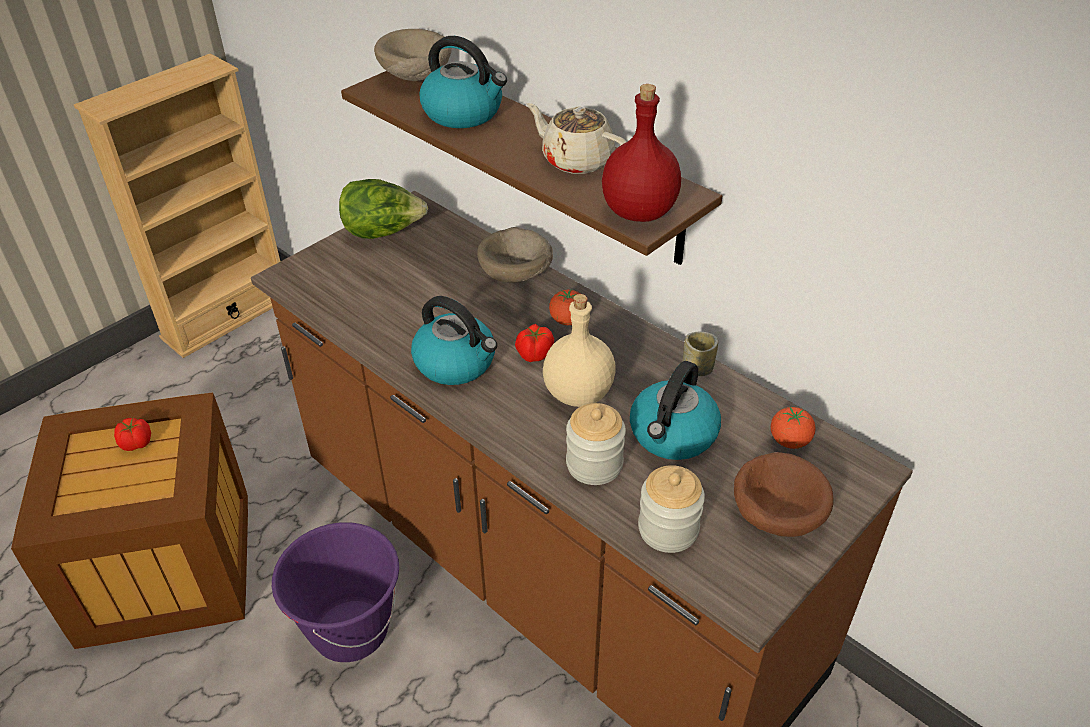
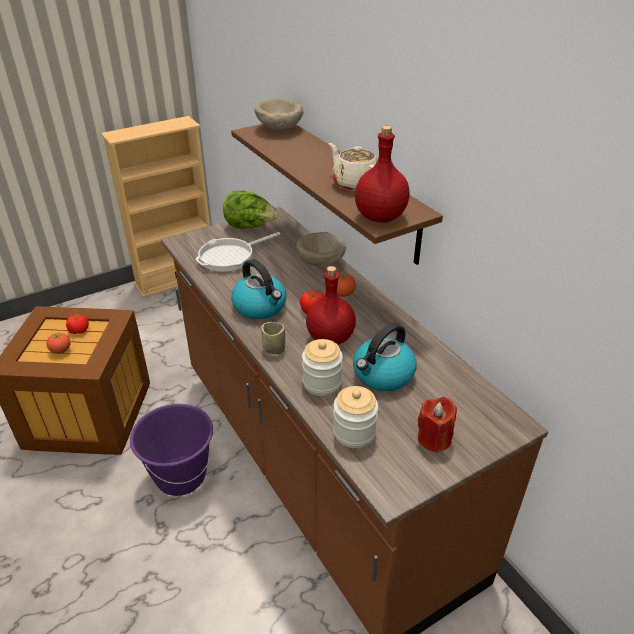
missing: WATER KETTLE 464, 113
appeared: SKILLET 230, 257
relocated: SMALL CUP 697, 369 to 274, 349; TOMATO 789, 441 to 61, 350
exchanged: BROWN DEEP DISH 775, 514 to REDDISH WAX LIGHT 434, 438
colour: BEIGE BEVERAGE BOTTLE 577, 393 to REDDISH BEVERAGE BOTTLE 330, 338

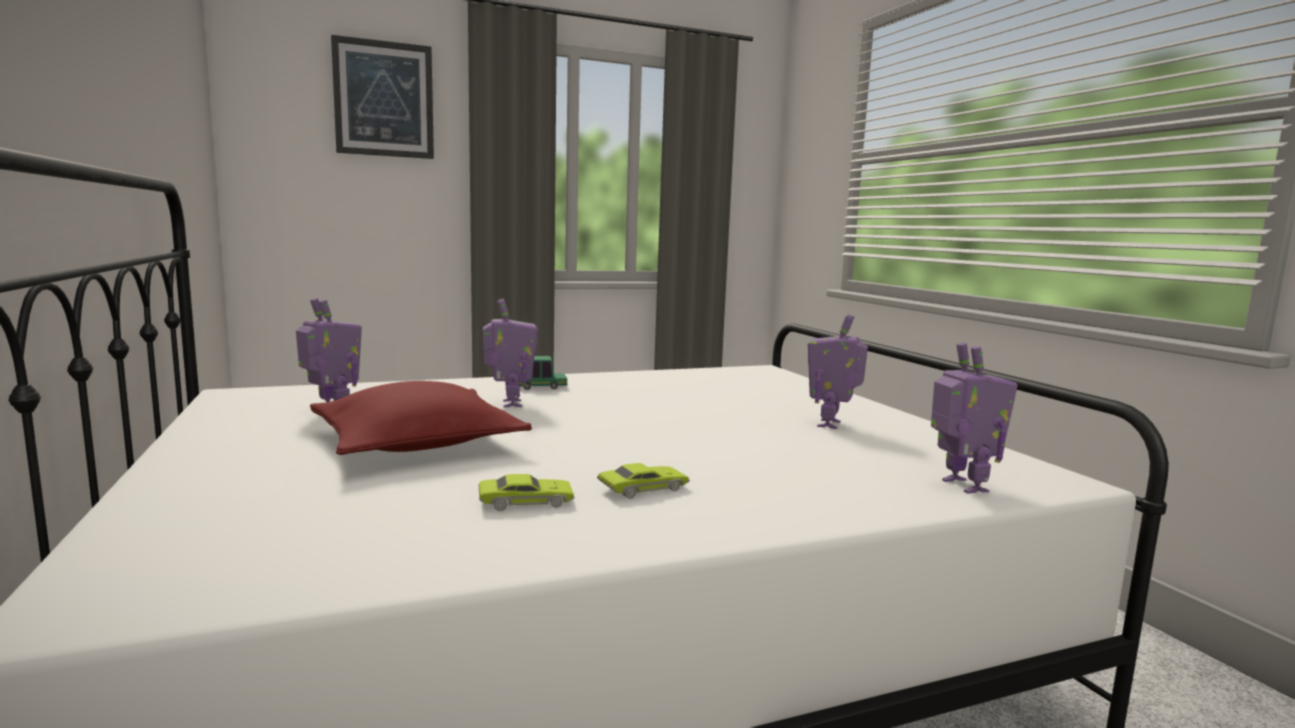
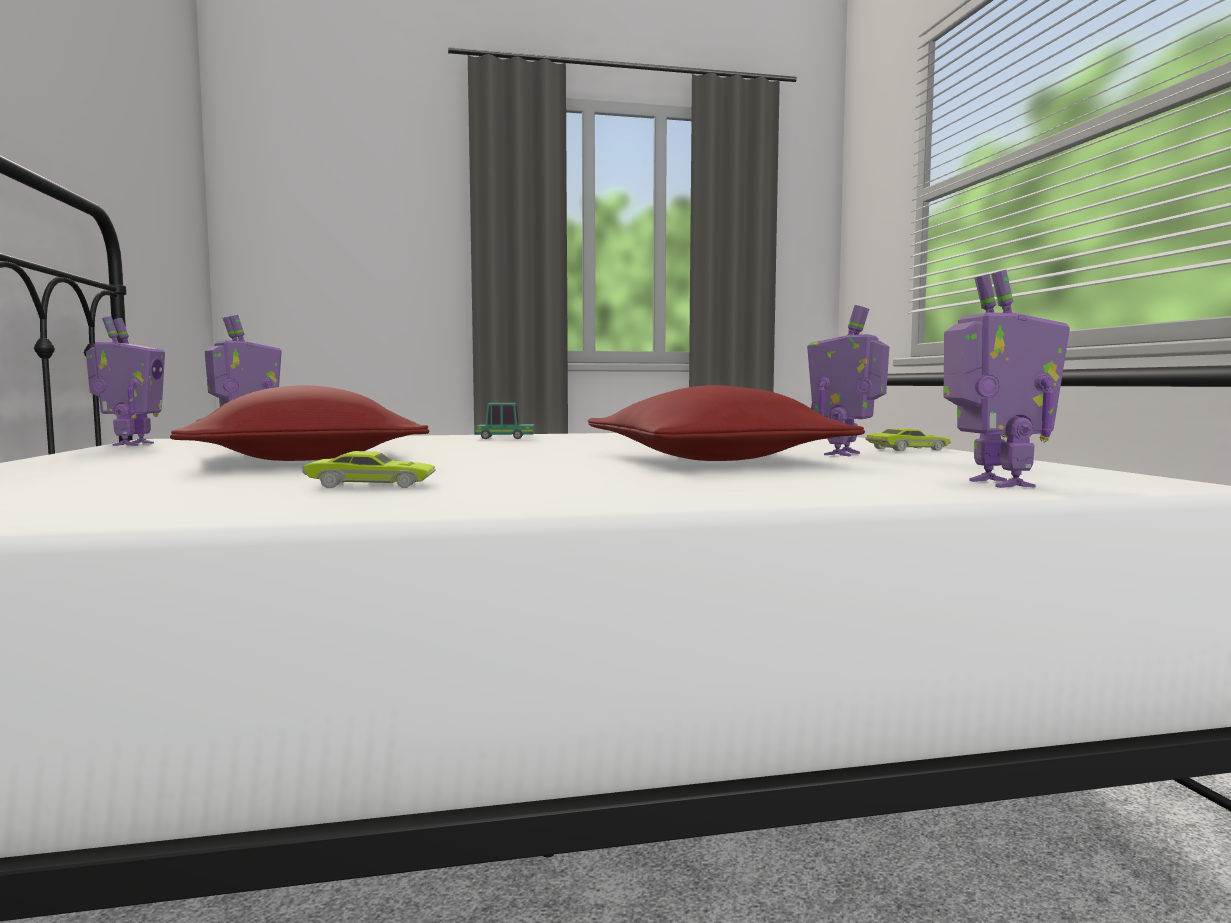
missing: WALL ART 384, 99
appeared: REDDISH THROW PILLOW 713, 459
relocated: ROBOT FIGURE 510, 404 to 131, 444; GREEN-COLOURED TOY CAR 643, 489 to 907, 449

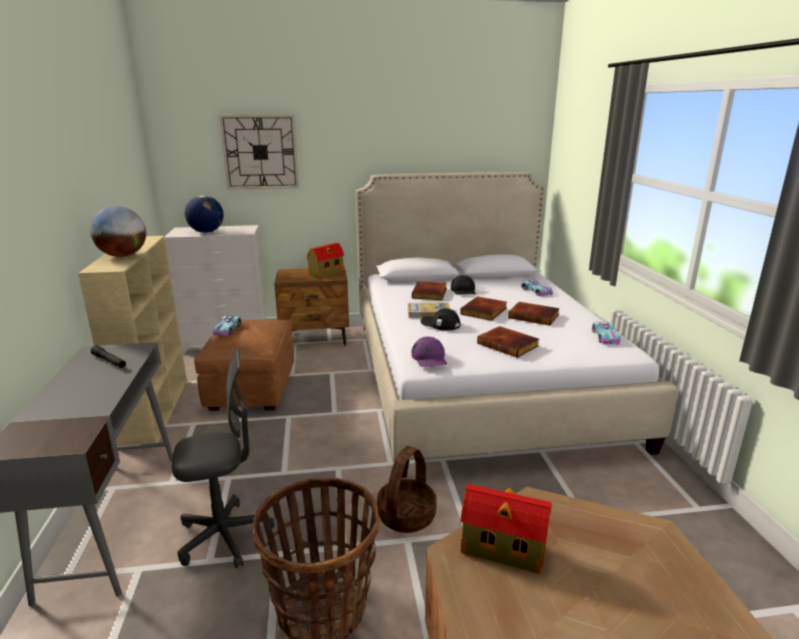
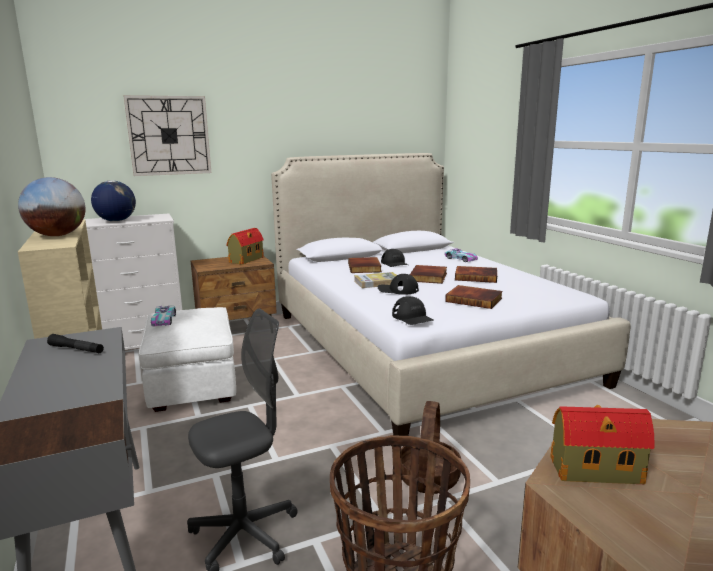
missing: TOY CAR 605, 337
colour: BROWN FOOTREST 251, 388 to WHITE-COLOURED FOOTREST 192, 384; PURPLISH CAP 429, 358 to BLACK-COLOURED CAP 412, 317

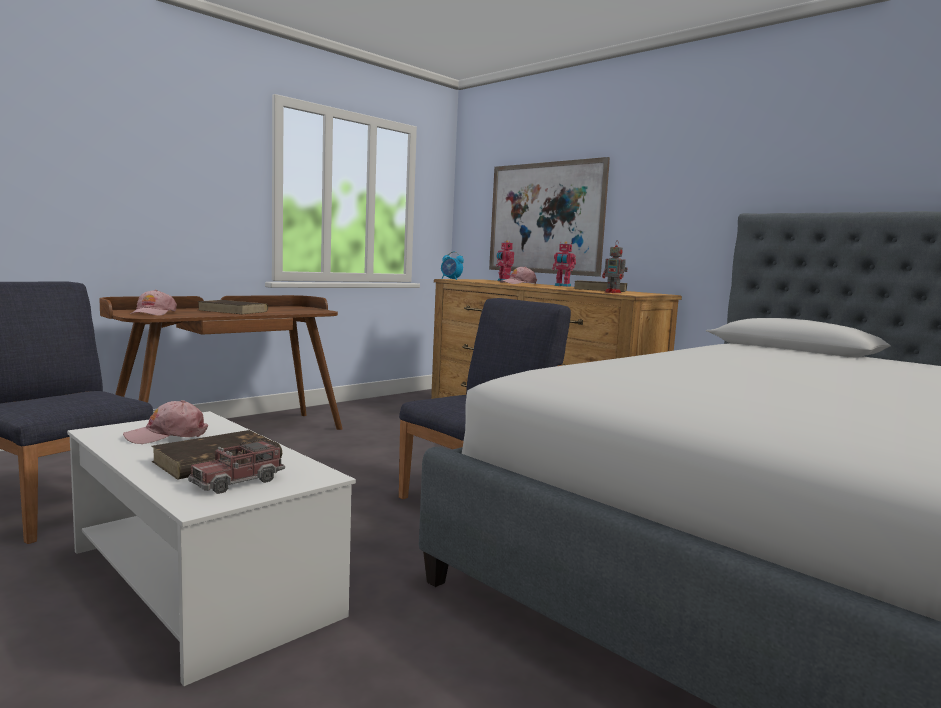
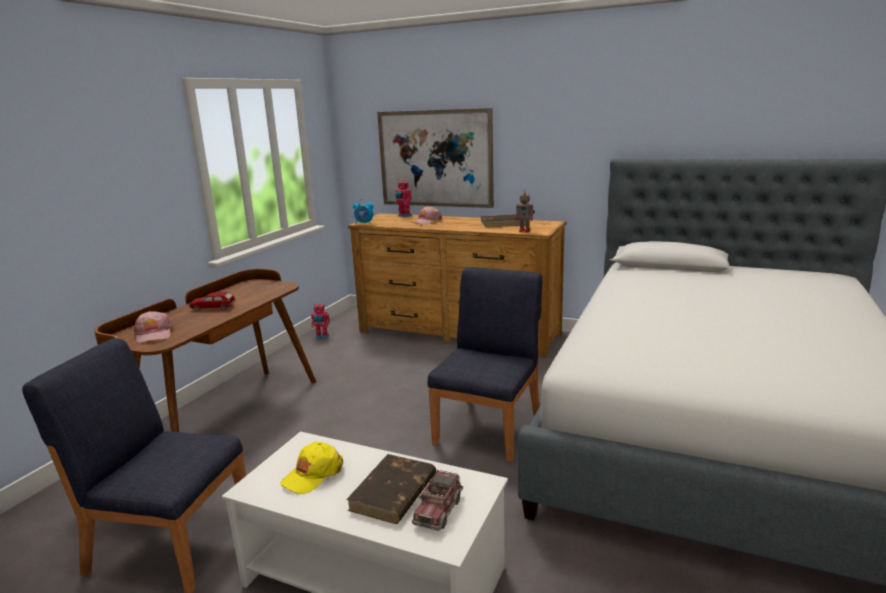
relocated: ROBOT FIGURE 562, 286 to 322, 337
exchanged: BROWN BOUND BOOK 233, 311 to TOY CAR 213, 307
colour: PINK-COLOURED CAP 167, 435 to YELLOW CAP 313, 474

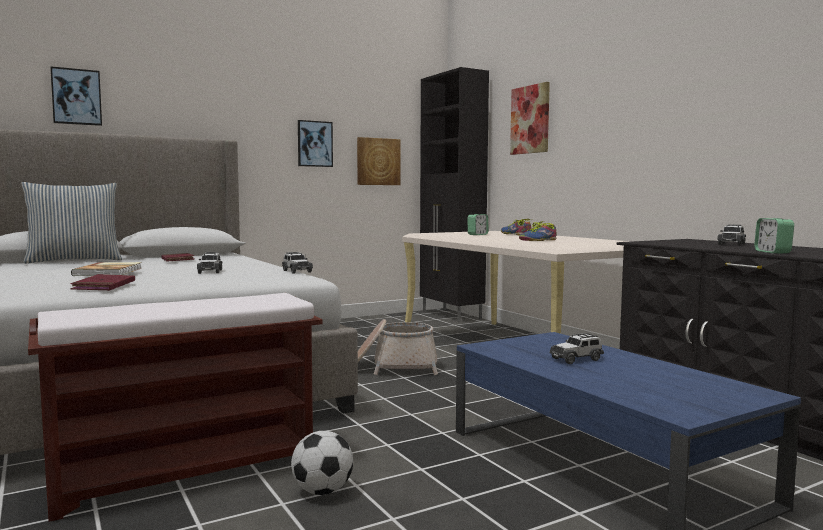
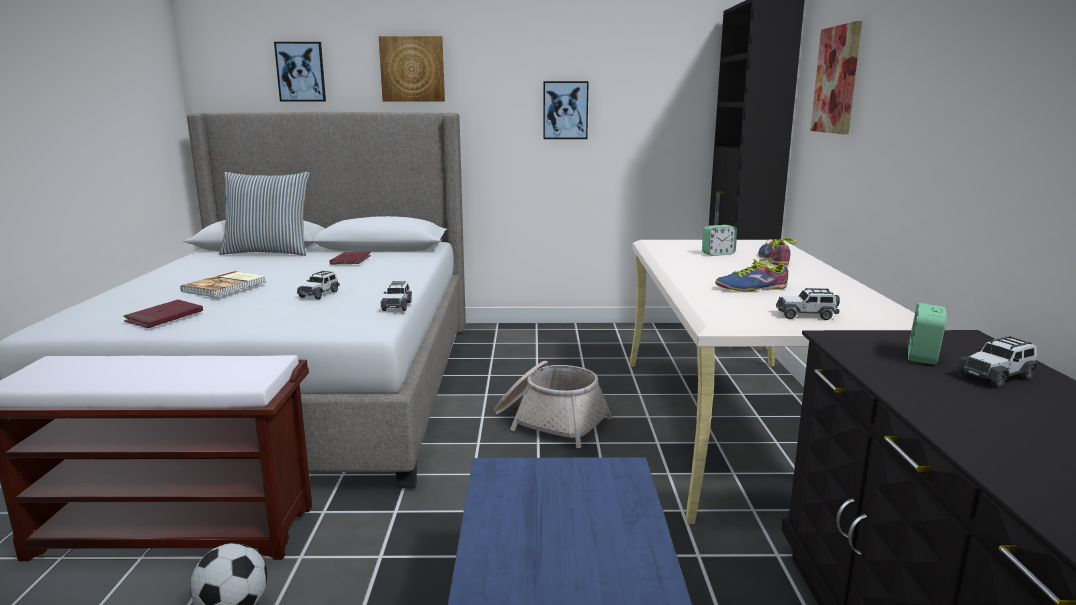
relocated: WALL ART 378, 161 to 412, 69; TOY CAR 576, 359 to 806, 315; BEDSIDE CLOCK 772, 252 to 922, 356

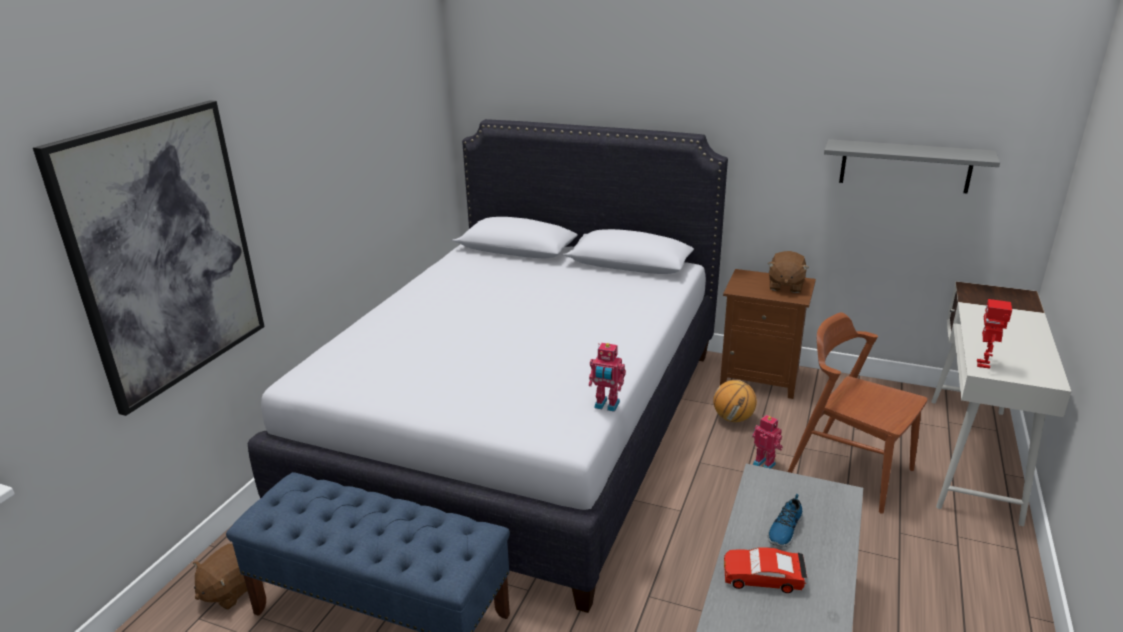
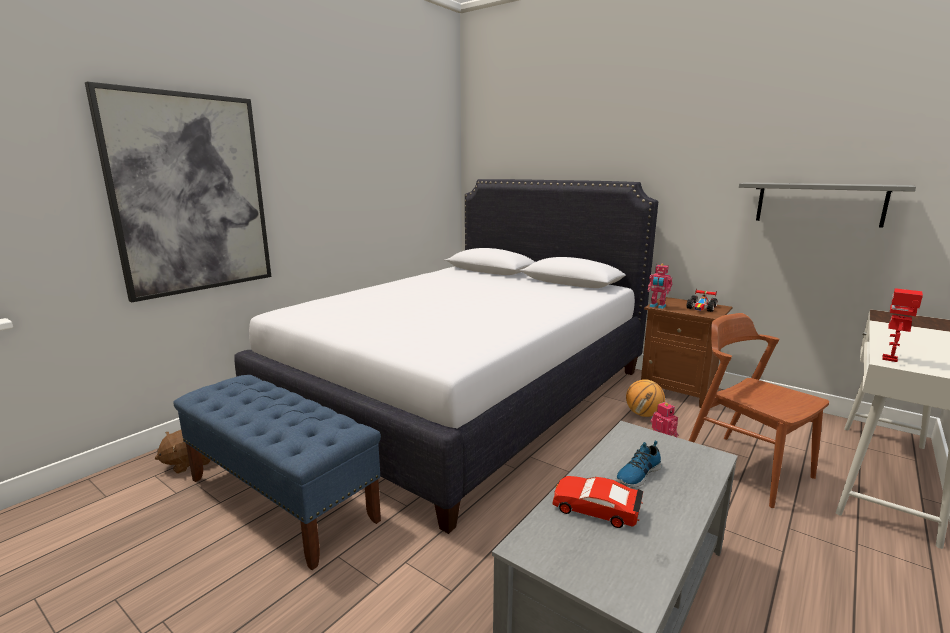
relocated: ROBOT FIGURE 606, 406 to 657, 306
exchanged: BROWN CUDDLY TOY 785, 286 to TOY CAR 702, 308

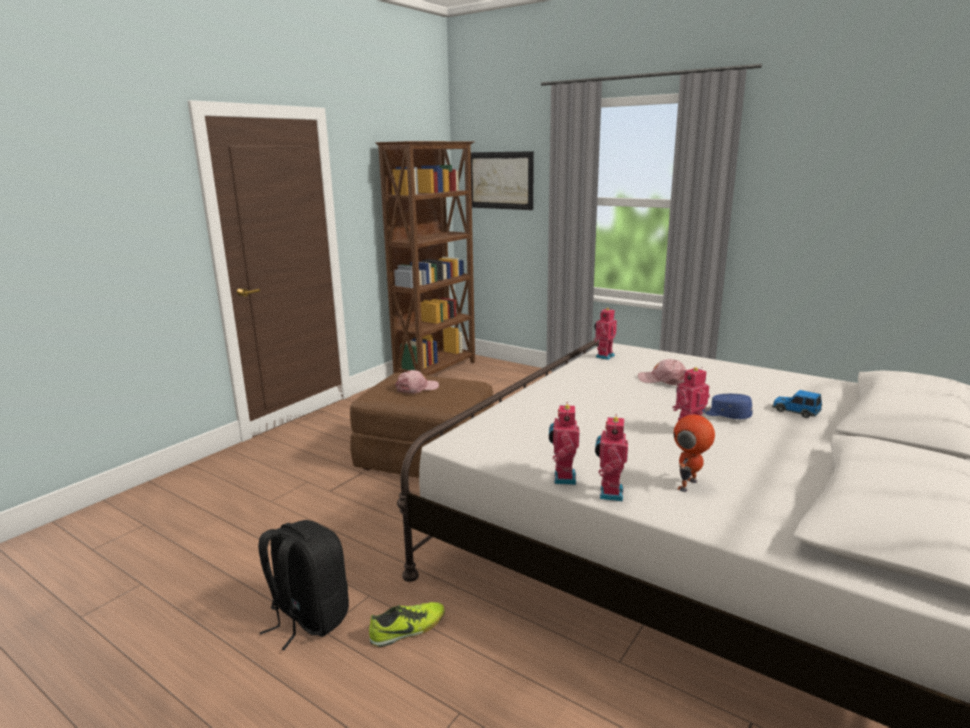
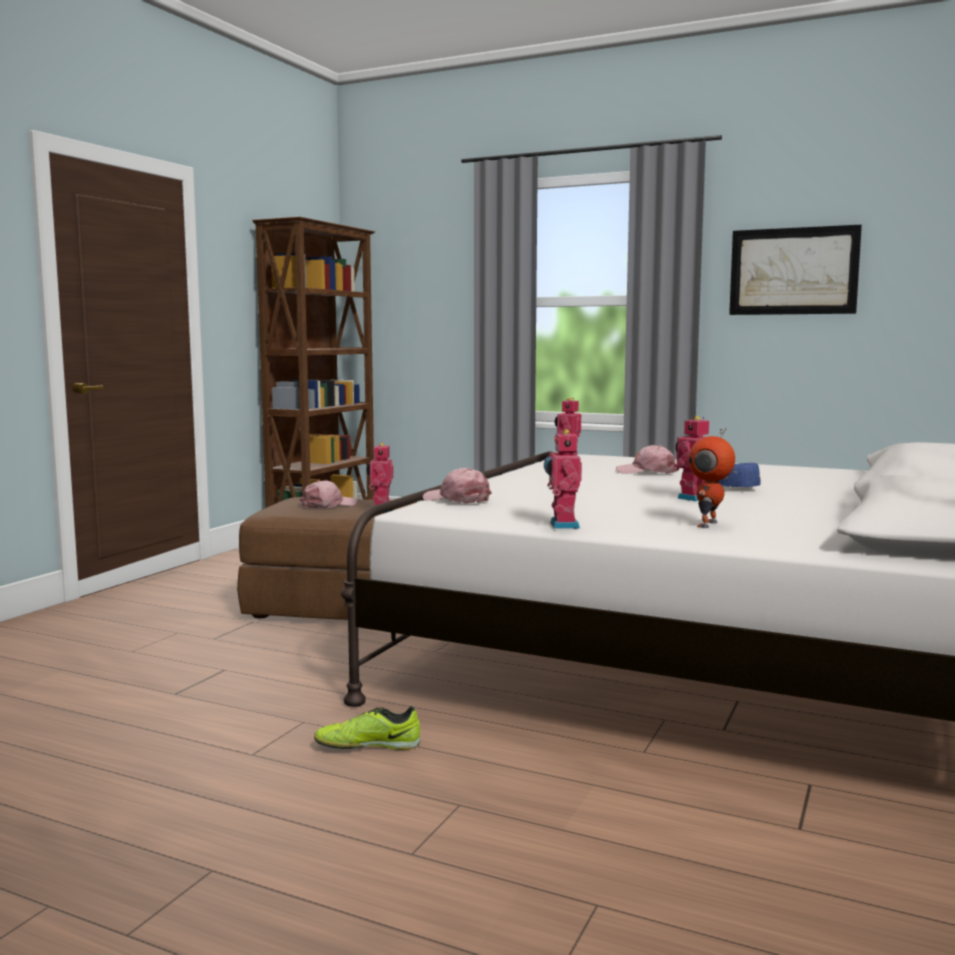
missing: BLACK-COLOURED KNAPSACK 308, 618; TOY CAR 795, 412
appeared: PINK-COLOURED CAP 457, 499
relocated: WALL ART 499, 180 to 793, 271; ROBOT FIGURE 609, 493 to 380, 510
spun: ITEM OF FOOTWEAR 408, 630 = 368, 745 150 degrees counterclockwise

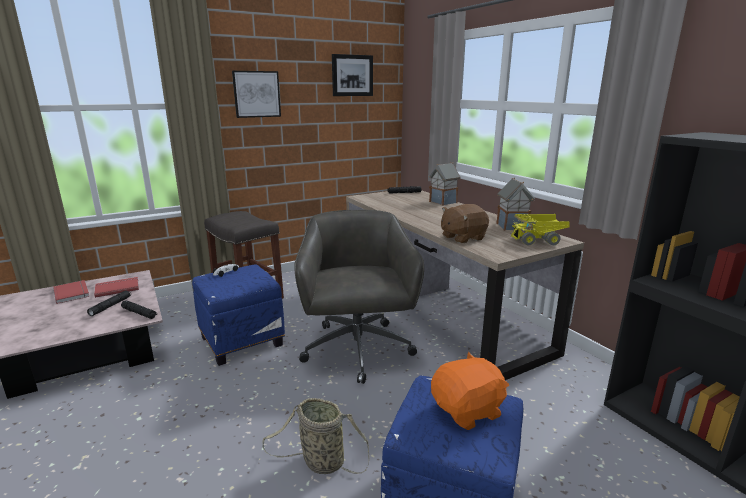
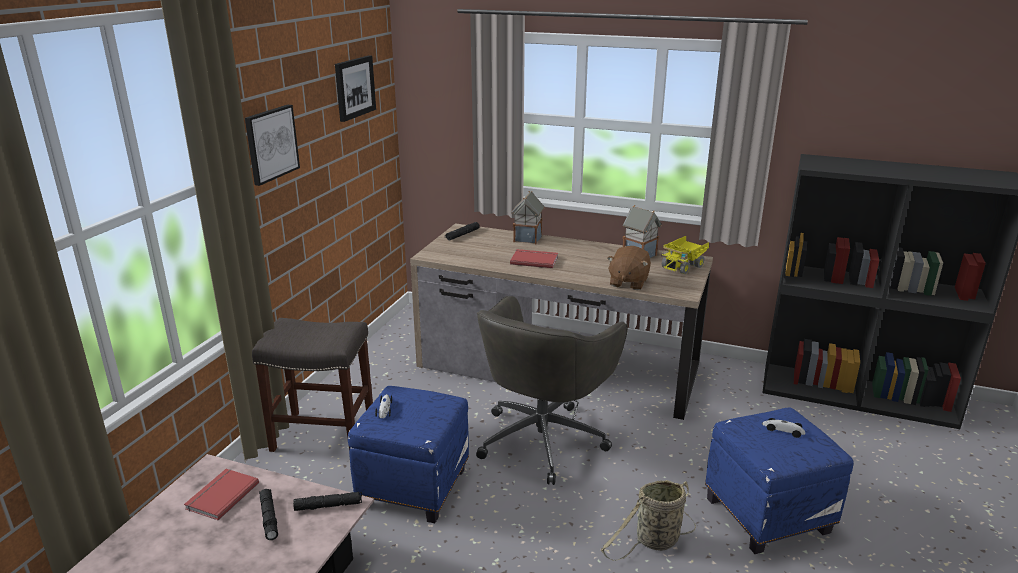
relocated: REDDISH BOUND BOOK 73, 293 to 534, 260
exchanged: ORANGEY CUDDLY TOY 468, 411 to TOY CAR 782, 430
spun: GREYISH DESK CHAIR 357, 351 = 543, 438 105 degrees counterclockwise

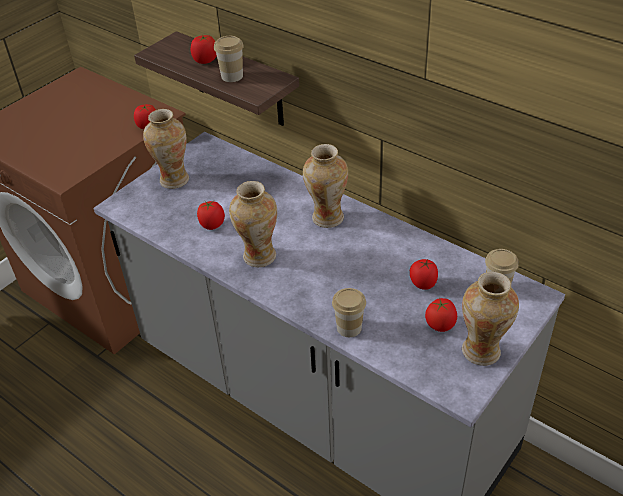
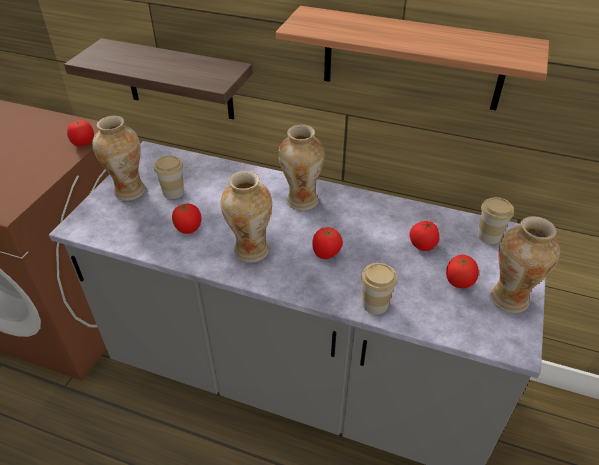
appeared: SHELF 412, 59
relocated: TOMATO 205, 61 to 326, 253; SMALL CUP 232, 76 to 173, 192

